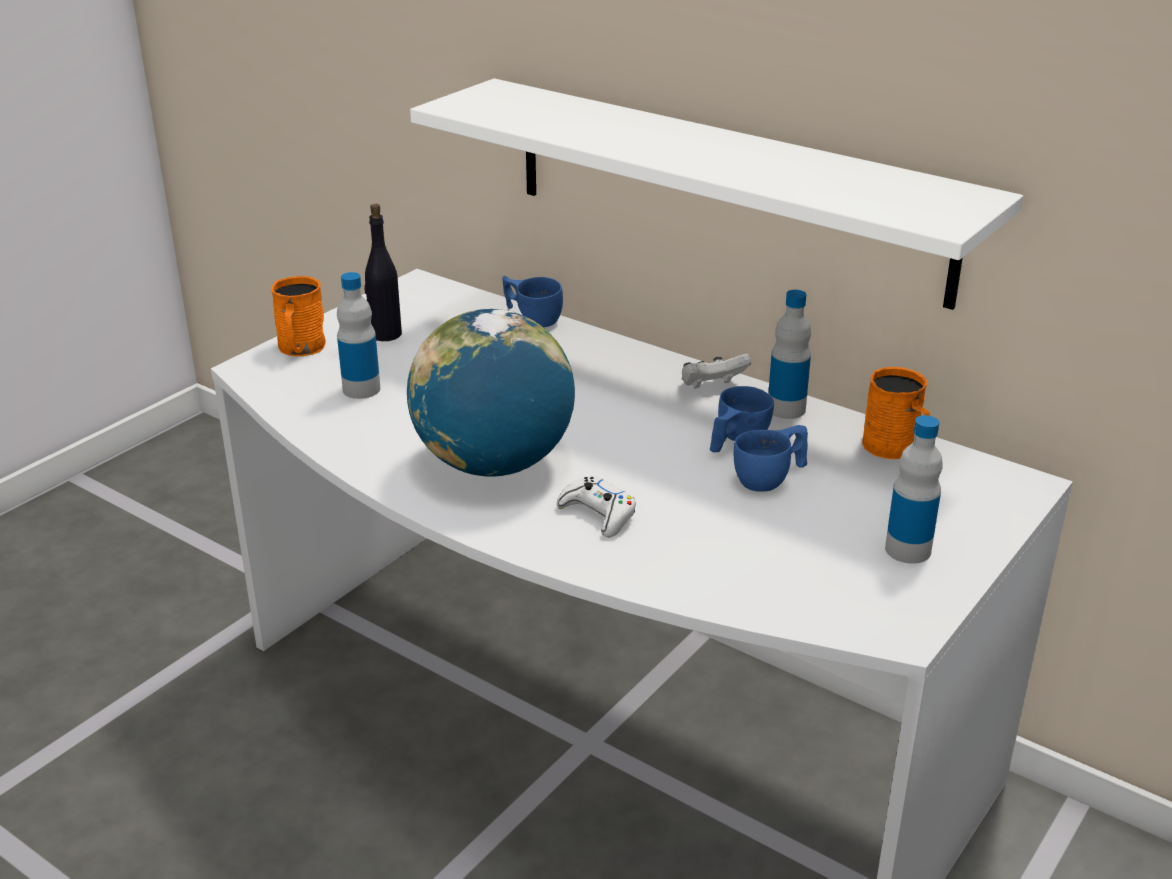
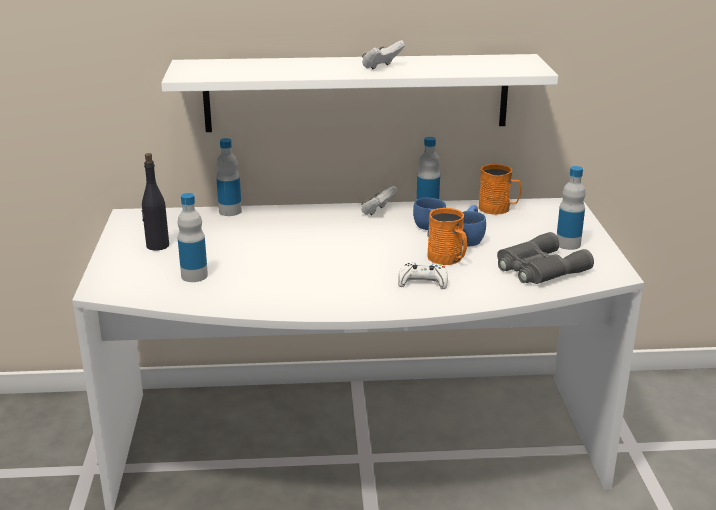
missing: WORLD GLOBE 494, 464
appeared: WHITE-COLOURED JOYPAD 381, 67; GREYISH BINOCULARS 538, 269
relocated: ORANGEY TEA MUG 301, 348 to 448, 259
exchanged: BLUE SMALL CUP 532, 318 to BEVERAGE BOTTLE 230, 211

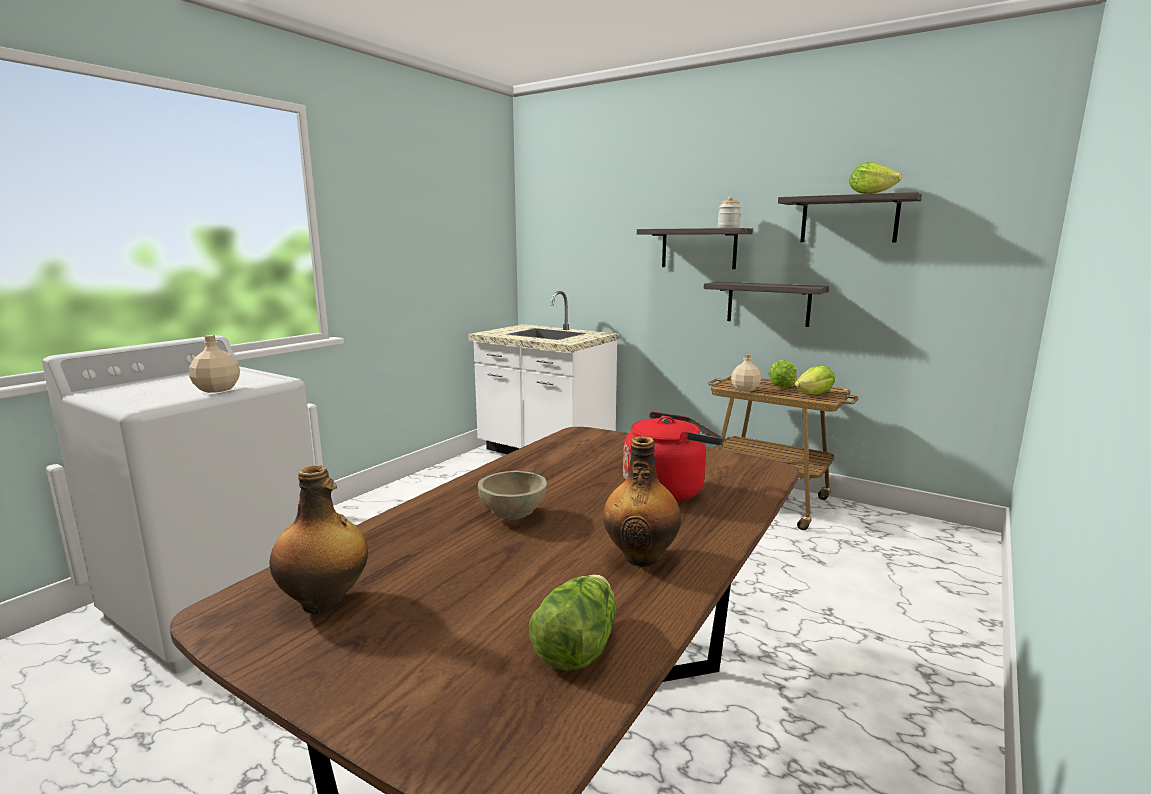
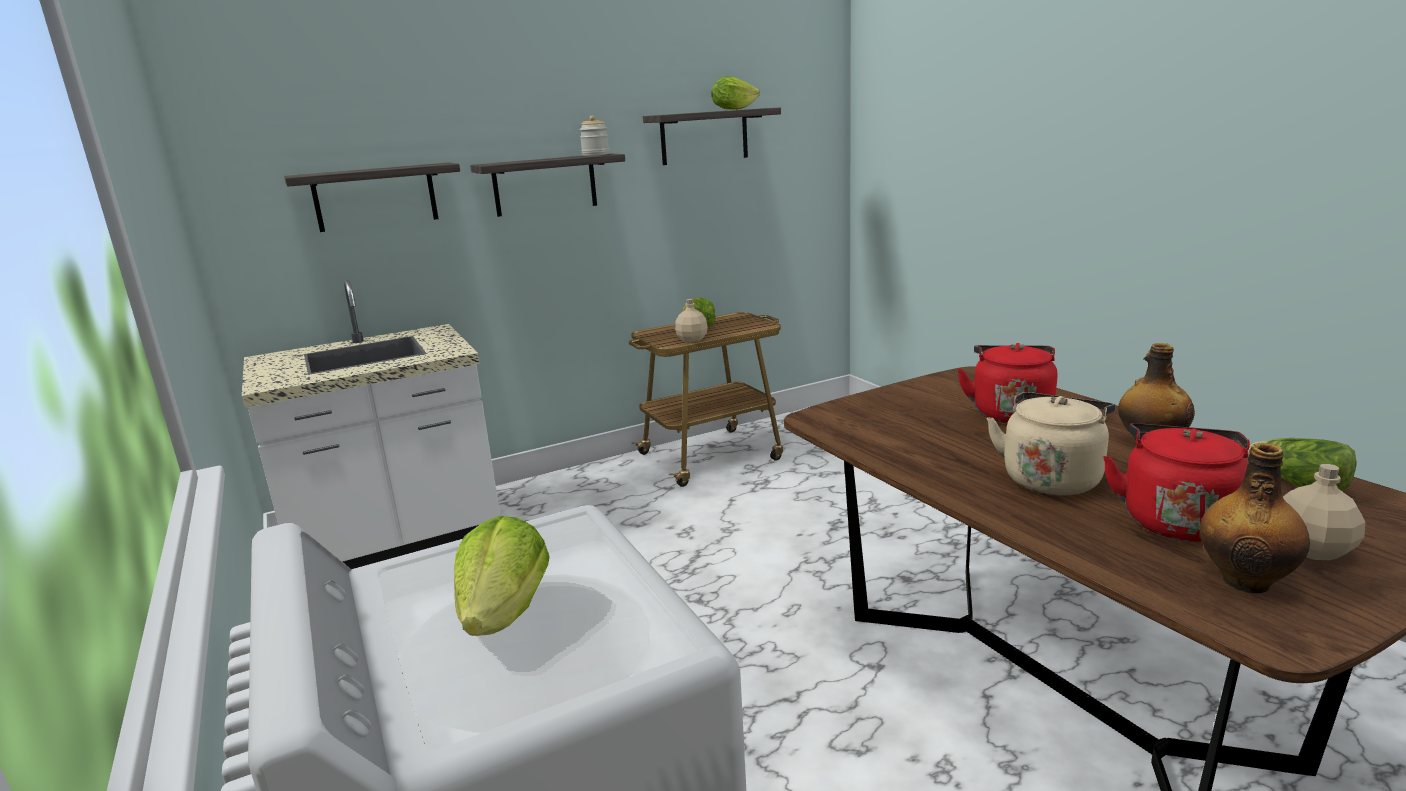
appeared: REDDISH WATER KETTLE 1176, 520
relocated: BEIGE BEVERAGE BOTTLE 217, 389 to 1310, 550; SHELF 768, 303 to 375, 197; LETTUCE HEAD 814, 394 to 505, 614
exchanged: BEIGE DEEP DISH 513, 516 to BEIGE WATER KETTLE 1051, 478

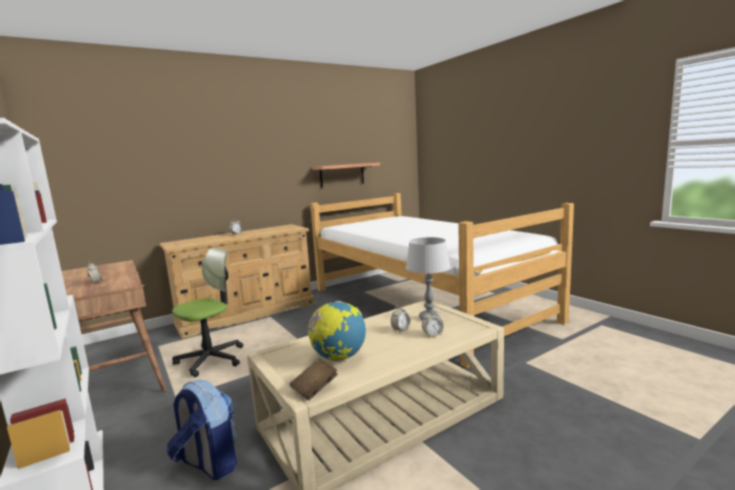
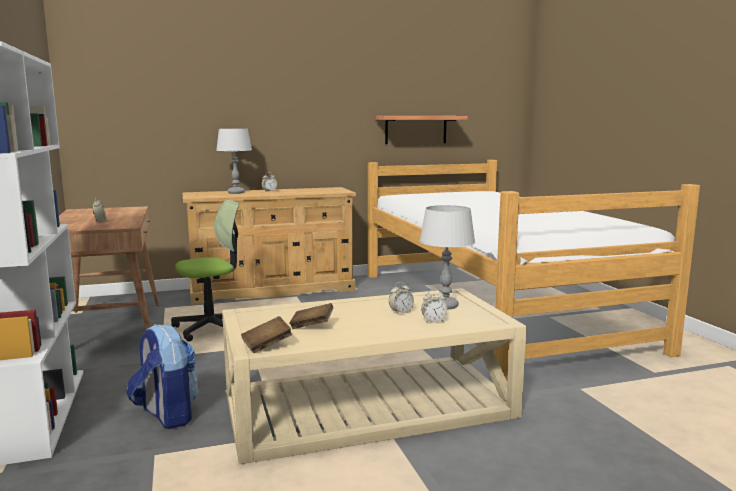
appeared: GREYISH TABLE LAMP 236, 193
exchanged: WORLD GLOBE 339, 358 to BROWN BOUND BOOK 311, 326

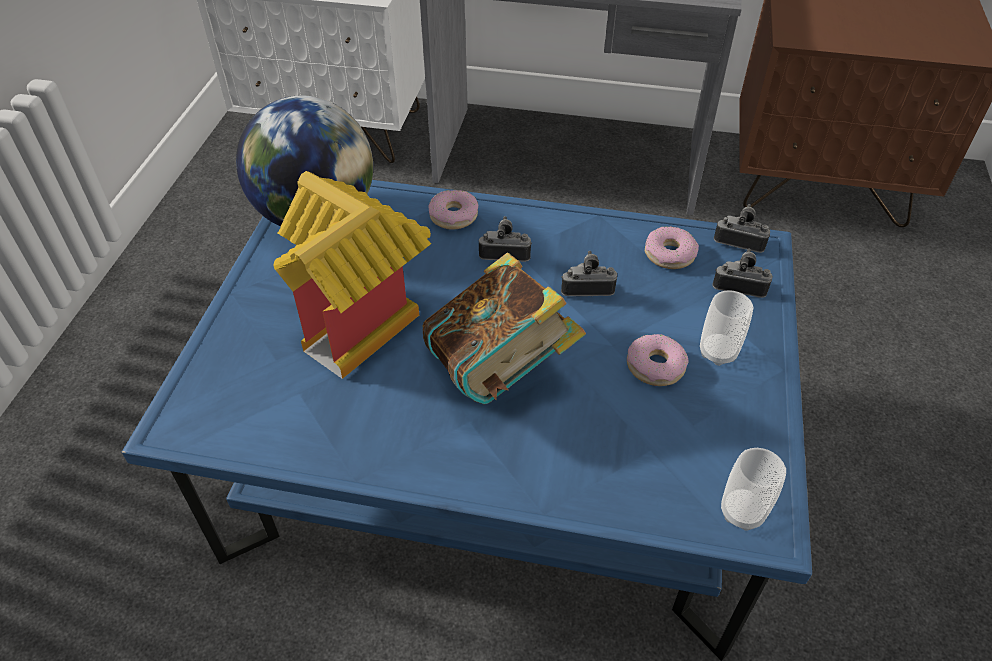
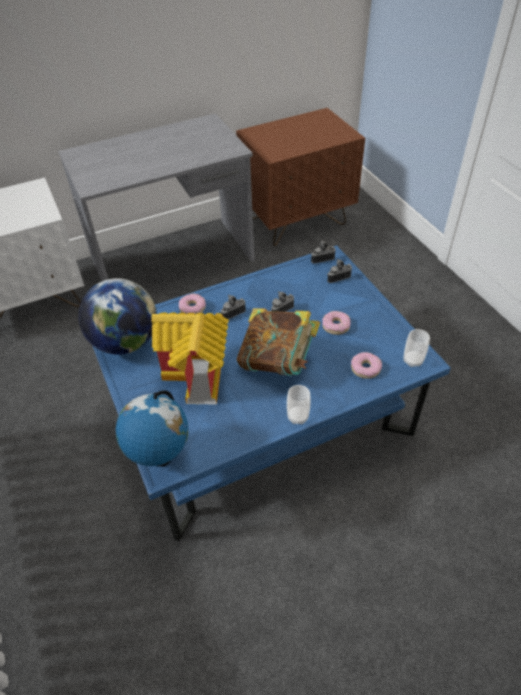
appeared: WORLD GLOBE 160, 457
relocated: RING DOUGHNUT 670, 254 to 365, 368; SMALL CUP 718, 352 to 298, 417

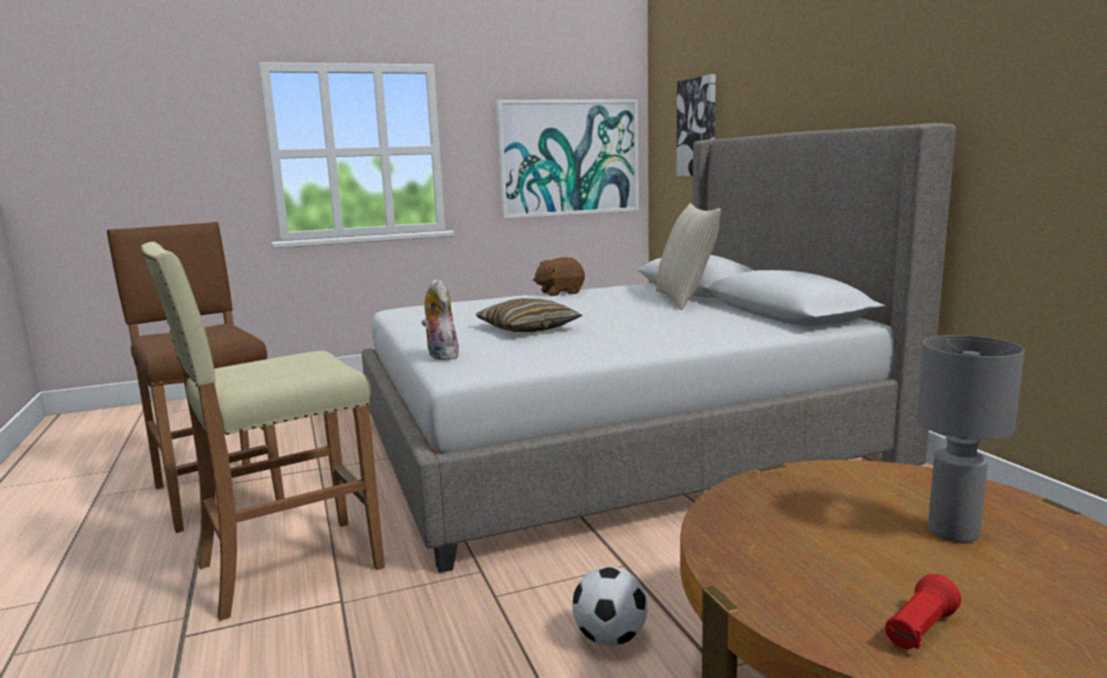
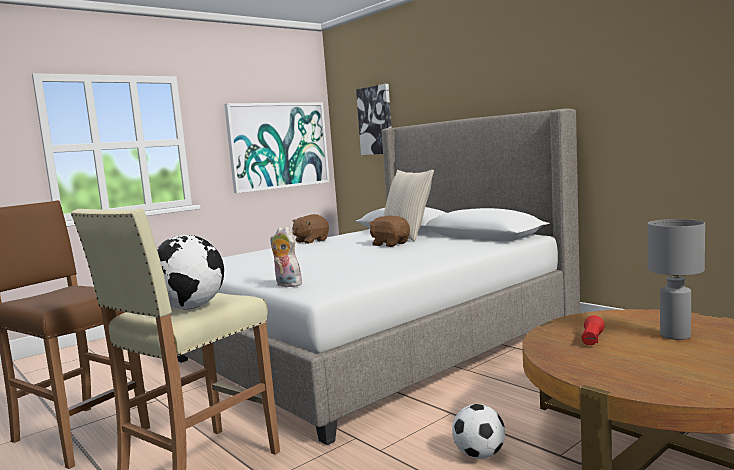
missing: THROW PILLOW 528, 329
appeared: WORLD GLOBE 191, 308; BROWN CUDDLY TOY 390, 244
relocated: REDDISH FLASHLIGHT 919, 630 to 592, 340

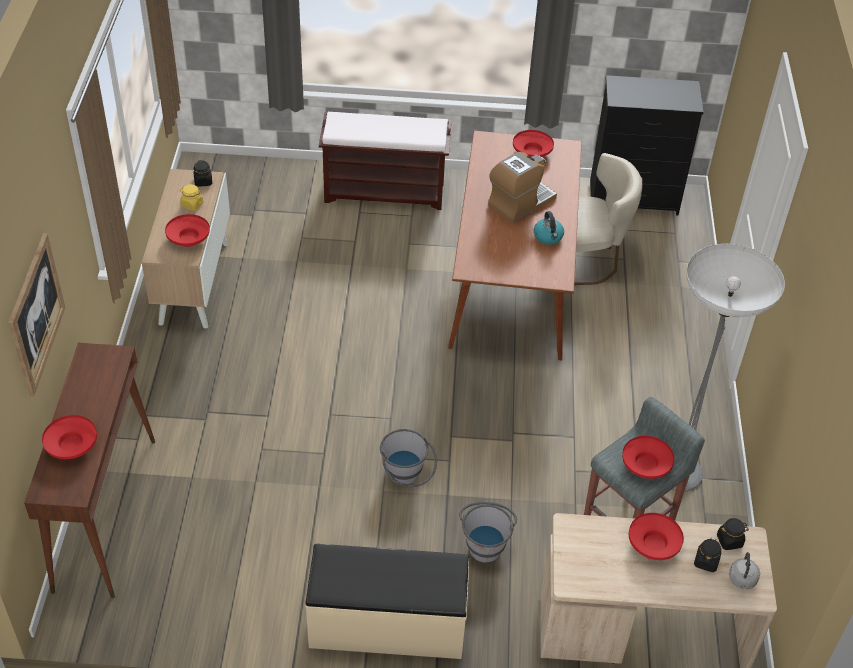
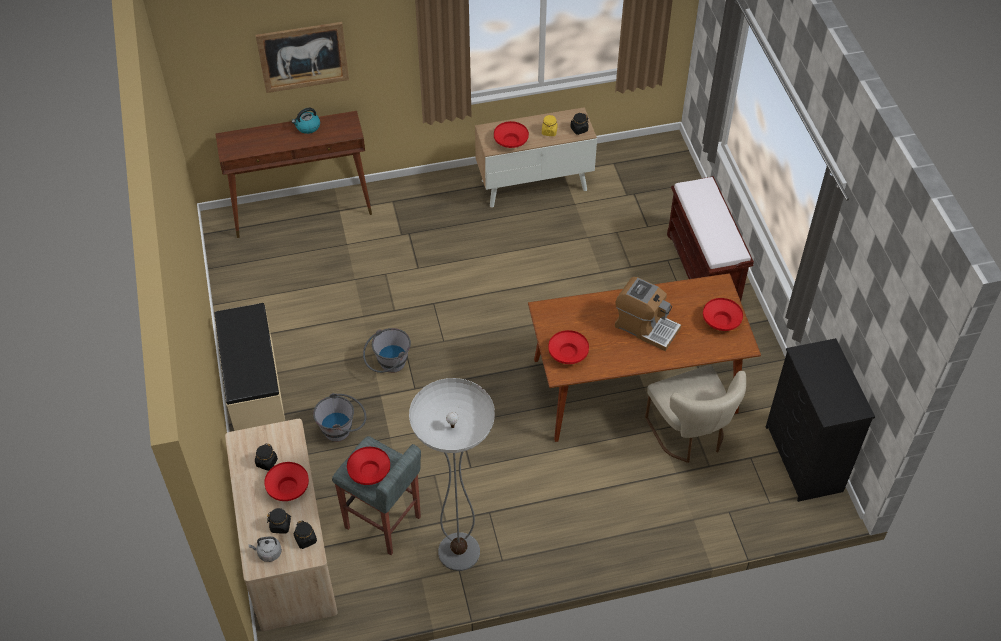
appeared: BLACK-COLOURED STORAGE JAR 266, 462
relocated: REDDISH DEEP DISH 71, 446 to 568, 353; WATER KETTLE 548, 237 to 307, 127

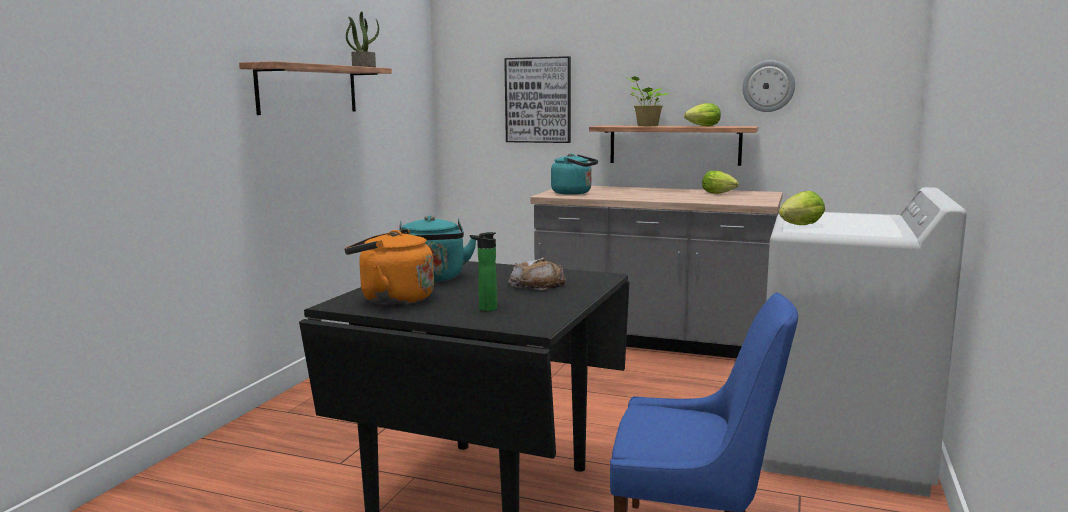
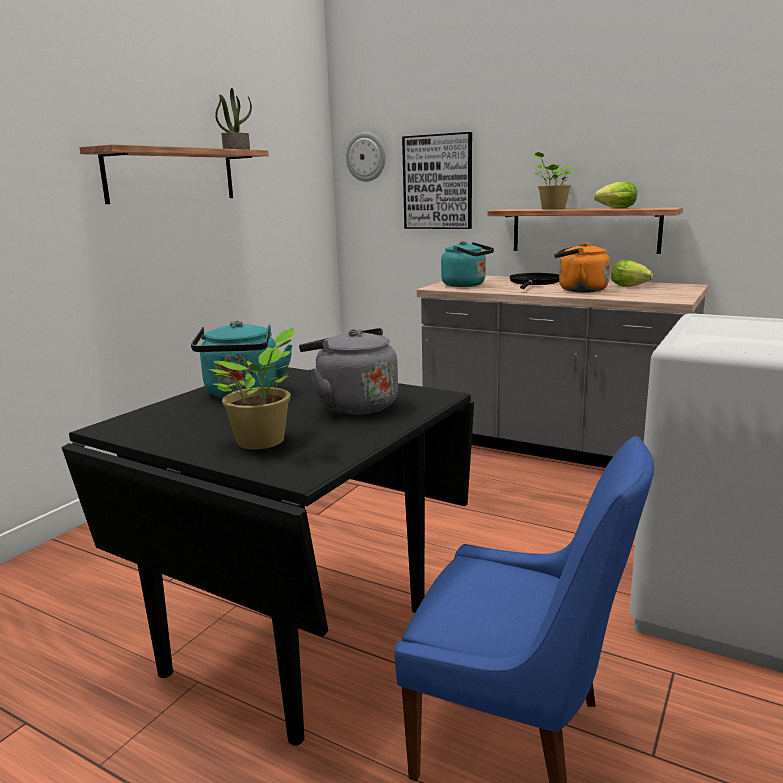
missing: LETTUCE HEAD 798, 226
appeared: BLACK-COLOURED SKILLET 534, 283
relocated: ORANGEY WATER KETTLE 392, 299 to 579, 290; WALL CLOCK 768, 86 to 366, 157
exchanged: BEVERAGE BOTTLE 485, 309 to HOUSEPLANT 263, 442; BAKED BREAD 537, 284 to GREYISH WATER KETTLE 353, 405

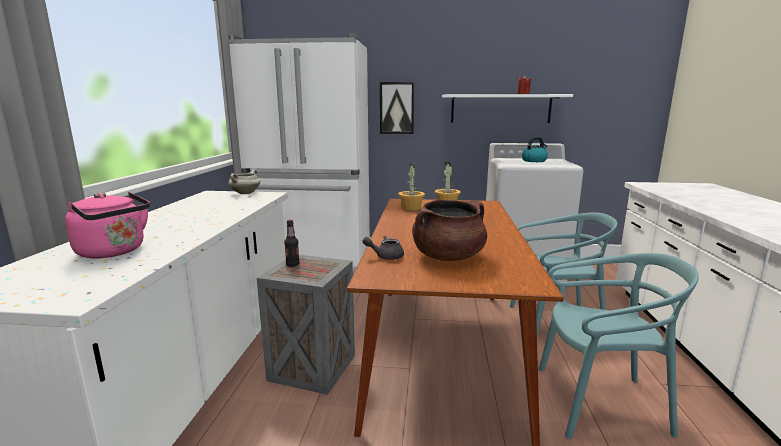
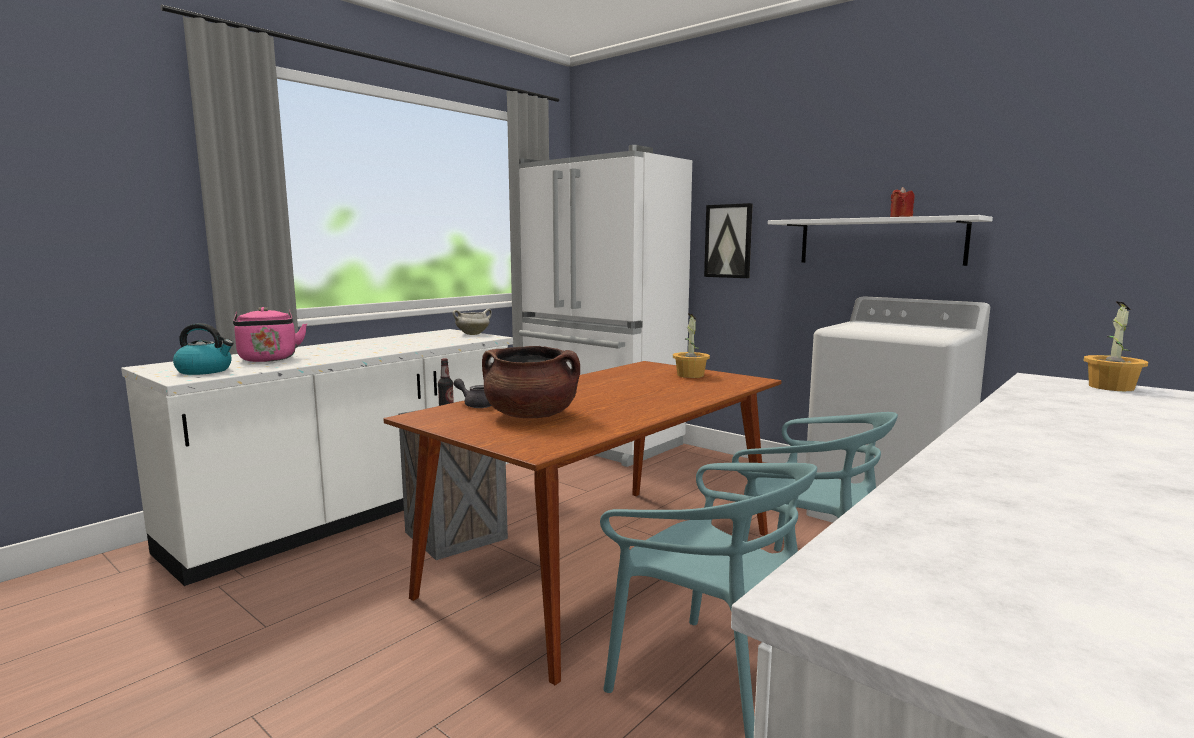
relocated: HOUSEPLANT 411, 207 to 1110, 387; WATER KETTLE 534, 161 to 205, 371

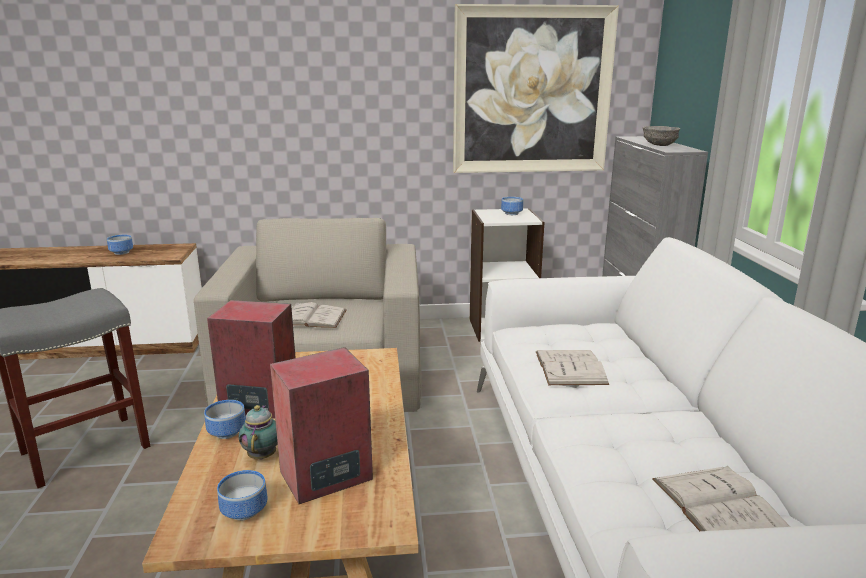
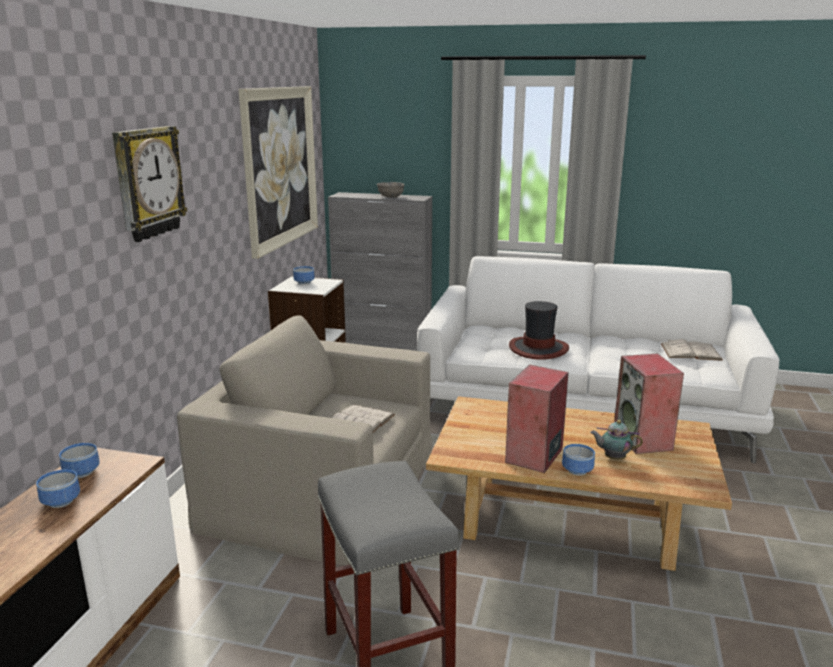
appeared: WALL CLOCK 148, 182
relocated: DEEP DISH 244, 512 to 83, 472
exchanged: WHITE-COLOURED BOUND BOOK 570, 367 to CLOTHING HAT 538, 348

